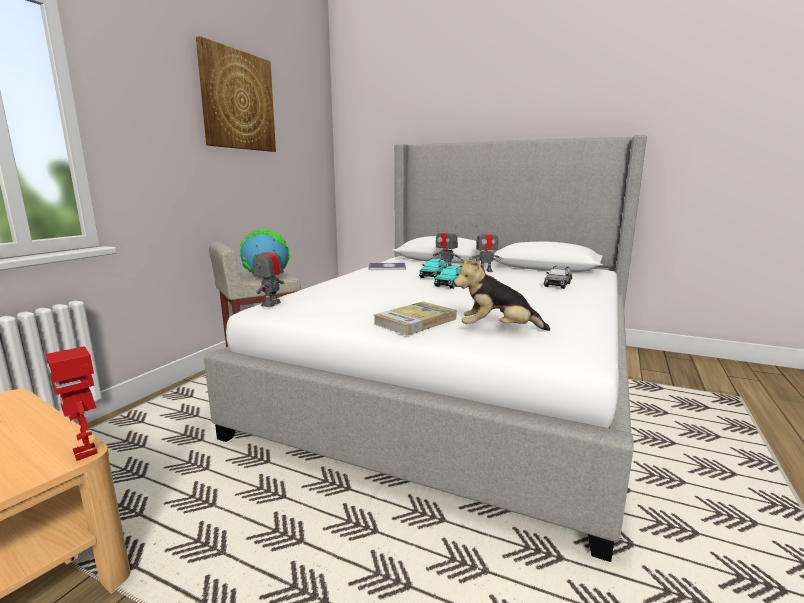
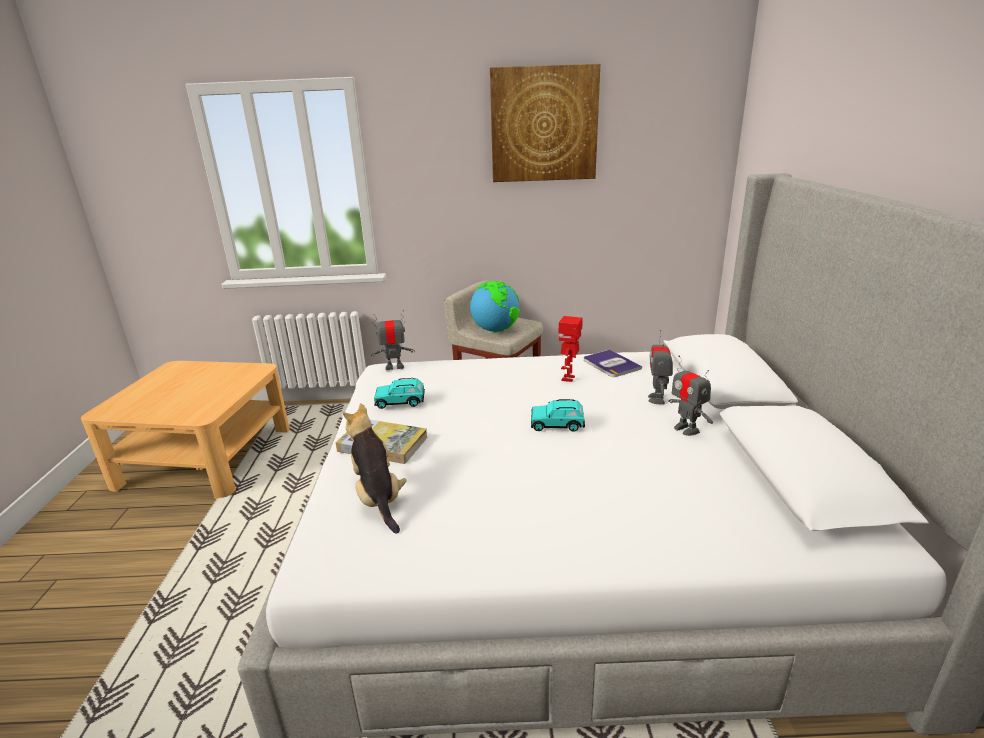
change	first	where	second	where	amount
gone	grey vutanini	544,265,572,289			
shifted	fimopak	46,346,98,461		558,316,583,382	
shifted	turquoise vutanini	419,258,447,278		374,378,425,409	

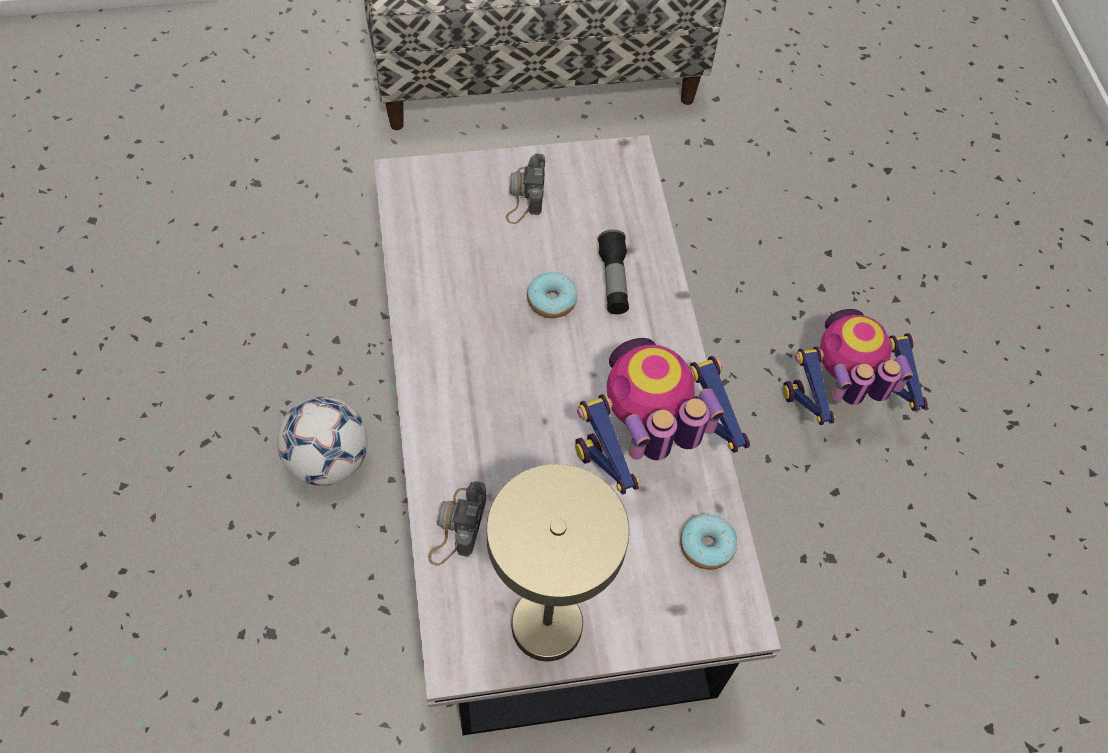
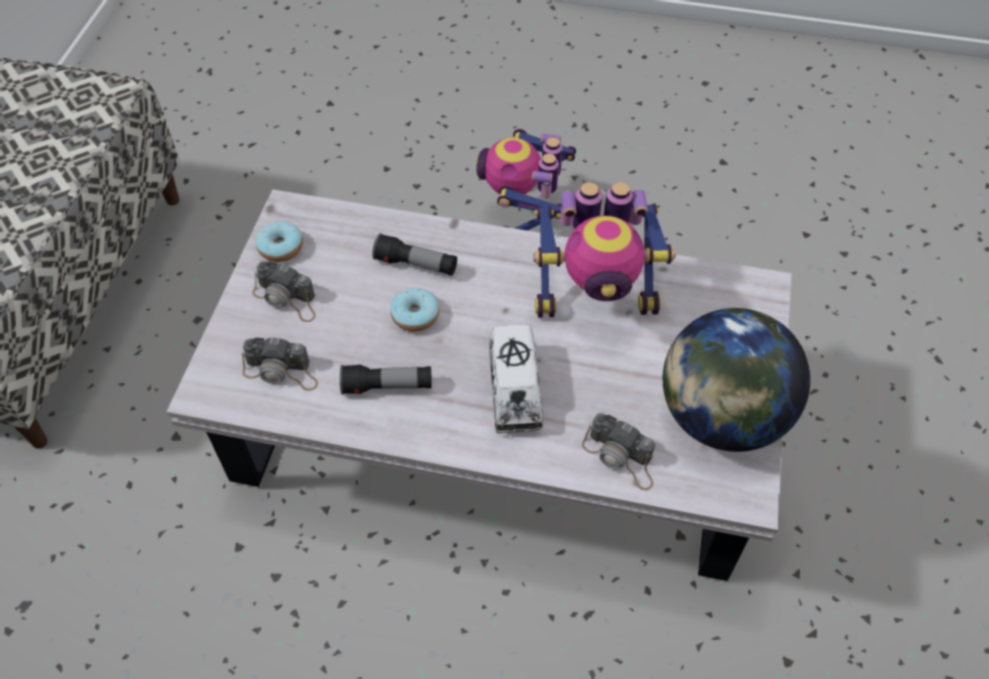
change	first	where	second	where	amount
gone	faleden	277,397,368,486			
new			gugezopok	242,337,318,391	
new			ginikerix	340,365,432,395	
new			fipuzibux	489,324,543,433	
shifted	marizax	680,514,737,570		256,221,303,262	
swapped	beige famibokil	487,464,629,661	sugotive	663,308,810,452	
rotated	fimopak	575,338,750,494		533,182,676,318	90 degrees counterclockwise

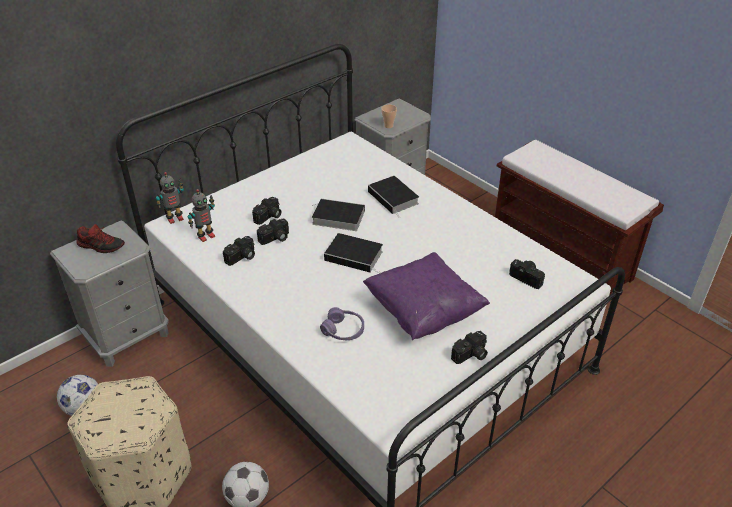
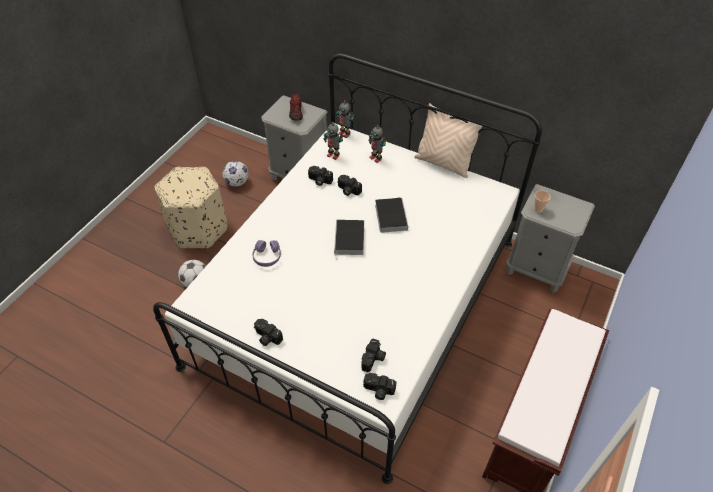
change	first	where	second	where	amount
gone	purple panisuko	363,252,490,340			
gone	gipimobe	368,176,419,218			
new			fimopak	368,125,386,163	
new			beige panisuko	414,103,483,178	
shifted	gugezopok	252,197,281,225		363,373,397,400	

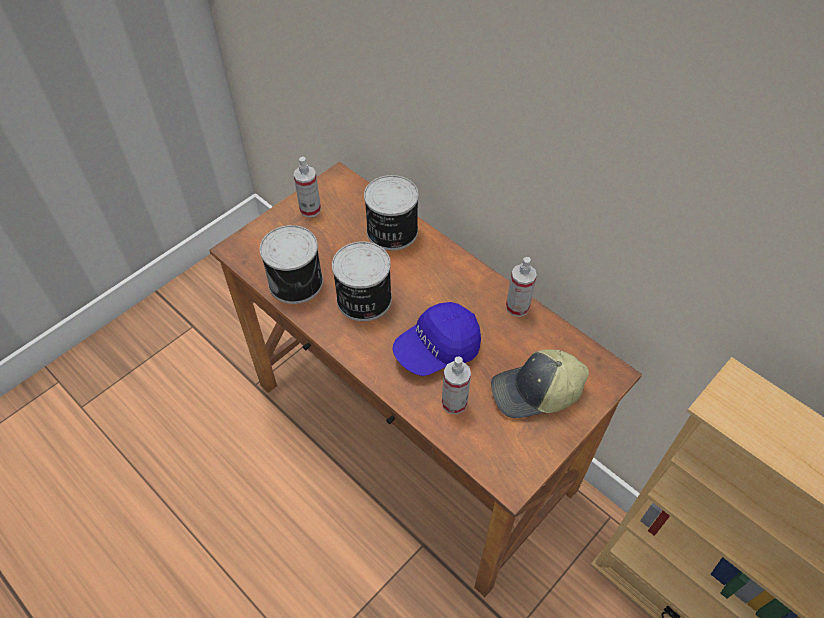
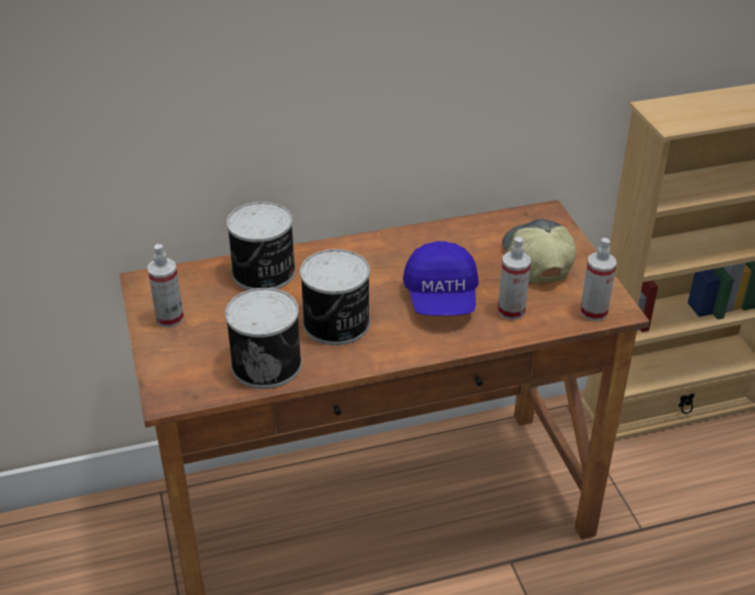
change	first	where	second	where	amount
shifted	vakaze	506,257,537,317		580,238,616,321	
rotated	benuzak	491,349,589,418		502,219,576,283	150 degrees clockwise

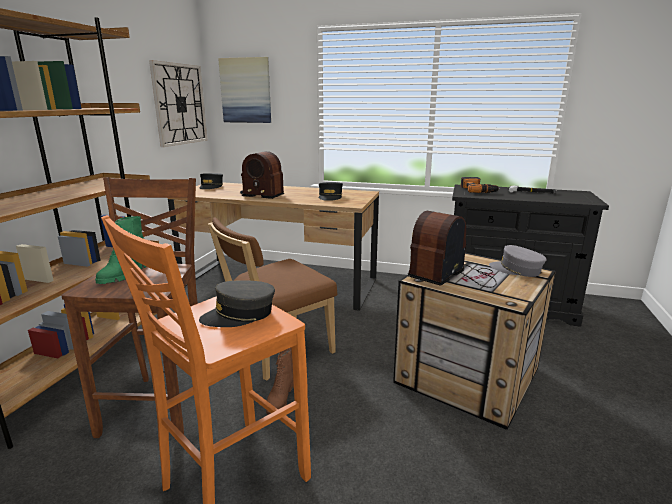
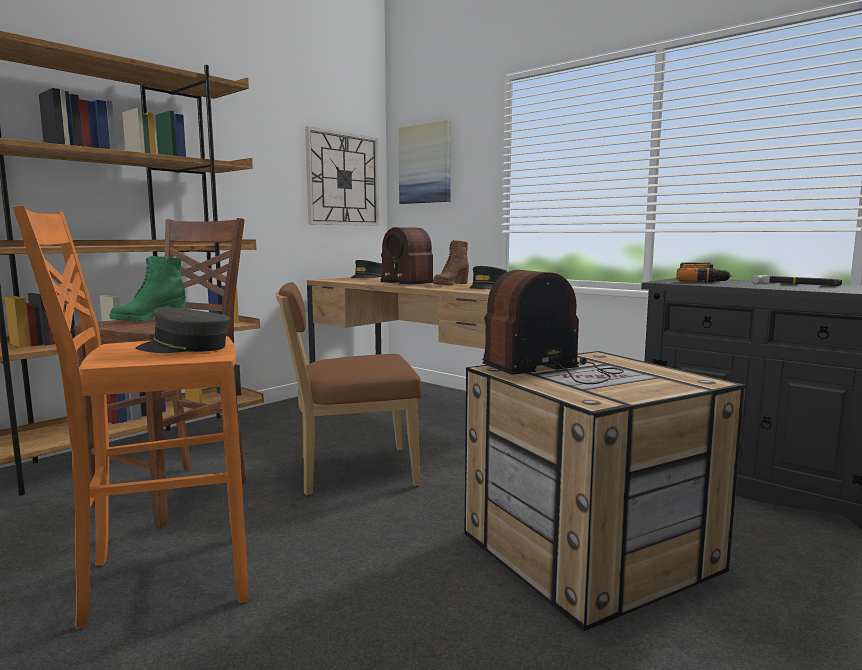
change	first	where	second	where	amount
gone	grey benuzak	489,245,547,277			
shifted	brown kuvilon	266,348,294,415		433,240,469,285	

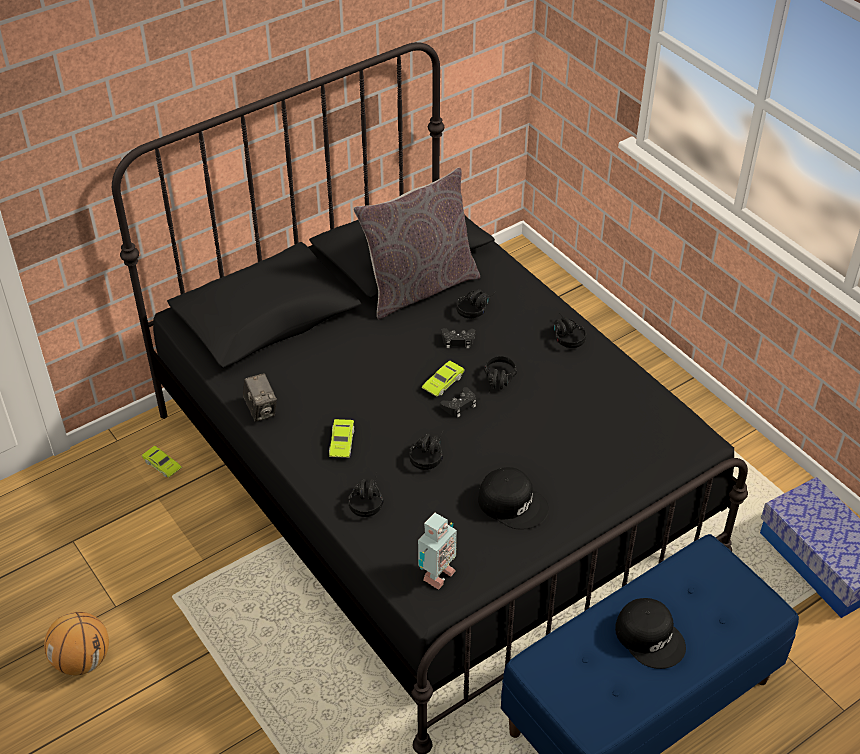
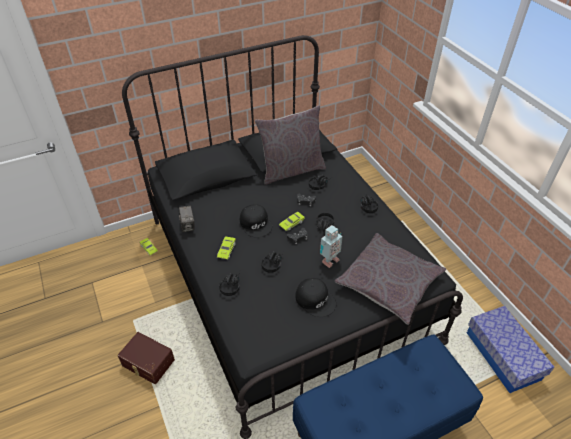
change	first	where	second	where	amount
gone	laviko	44,612,109,675			
new			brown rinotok	118,332,175,384	
new			grey panisuko	335,233,446,325	
shifted	fimopak	418,513,457,590		320,225,343,268	
shifted	black benuzak	615,598,686,669		240,204,272,238	

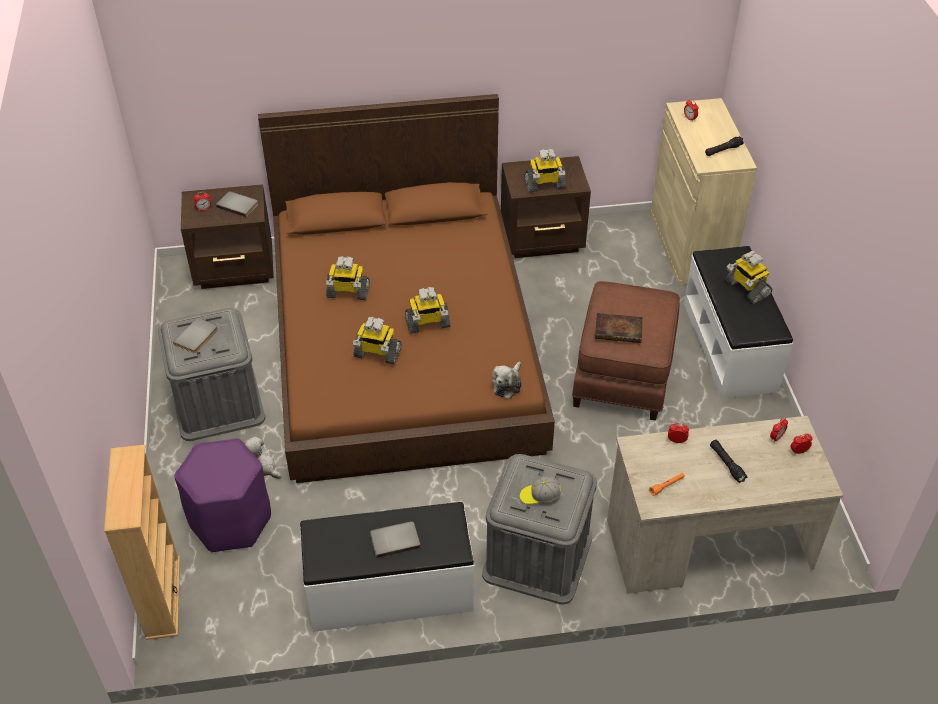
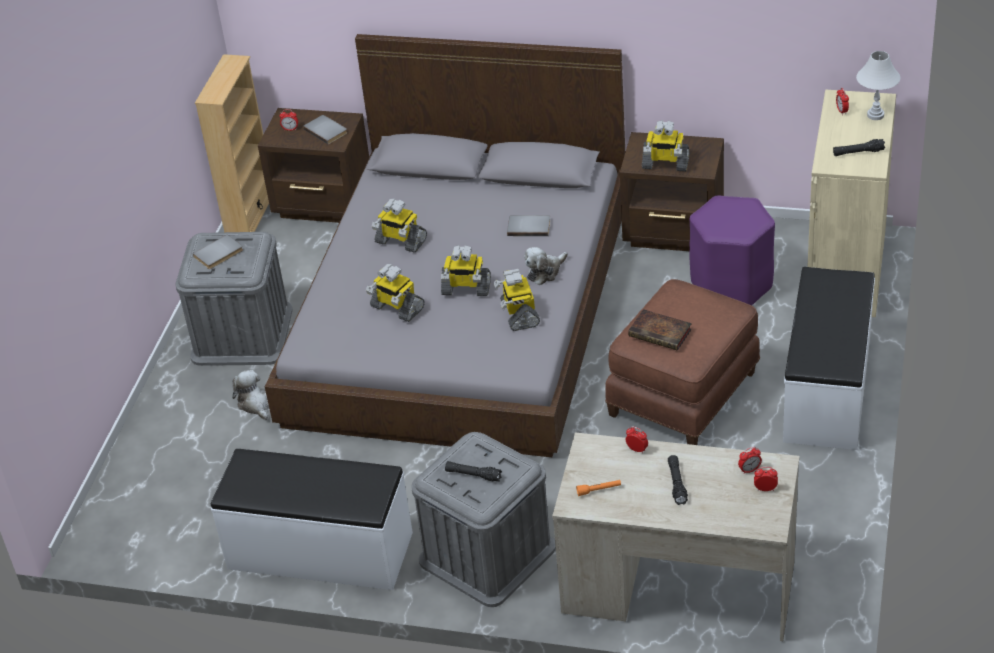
change	first	where	second	where	amount
new			white famibokil	856,51,900,120	
shifted	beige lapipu	104,445,180,640		195,54,269,232	
shifted	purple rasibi	174,438,271,552		689,196,775,306	
shifted	grey gipimobe	370,521,421,558		507,215,550,236	
shifted	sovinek	492,361,522,399		524,247,568,285	
shifted	fimopak	725,251,772,304		494,269,540,331	
swapped	benuzak	520,477,561,504	black ginikerix	445,461,502,482	
repainted	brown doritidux	258,94,555,483	grey doritidux	265,34,625,457	

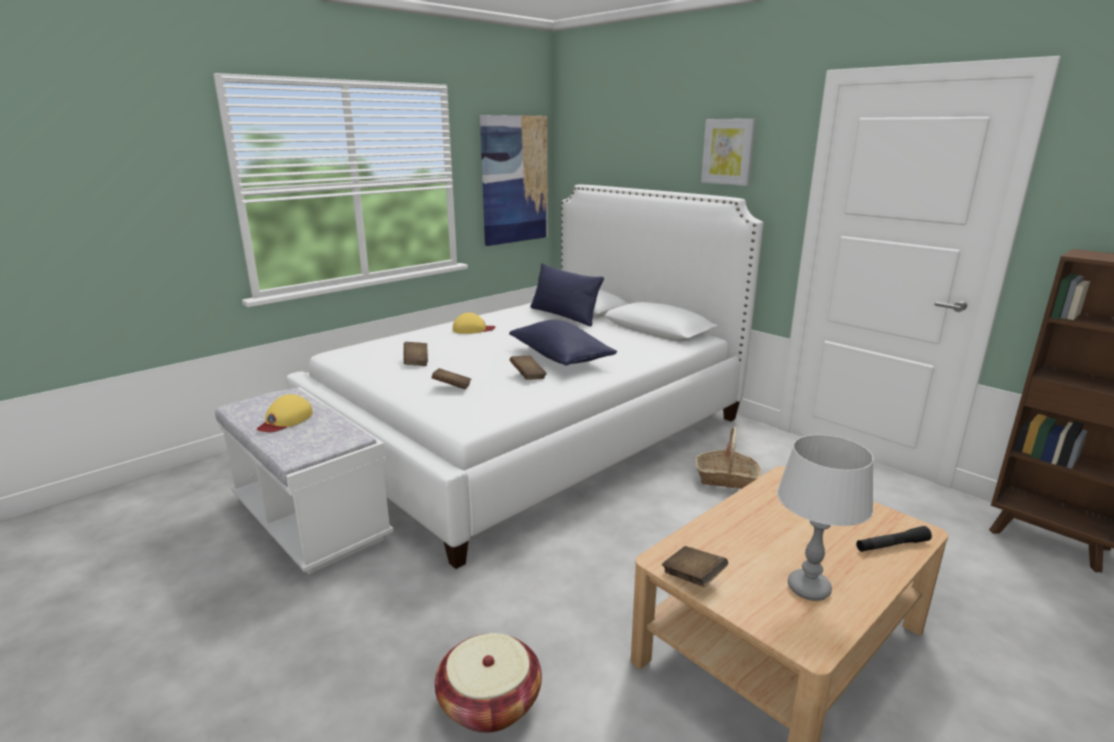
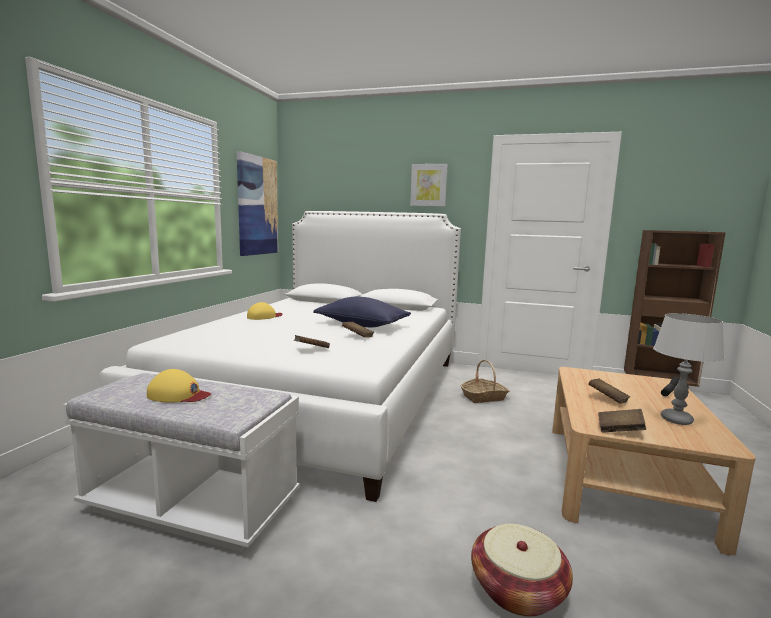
change	first	where	second	where	amount
gone	blue panisuko	530,263,604,327			
shifted	brown gipimobe	404,342,428,366		588,379,630,404	
rotated	yellow benuzak	257,394,313,432		147,369,211,403	75 degrees counterclockwise

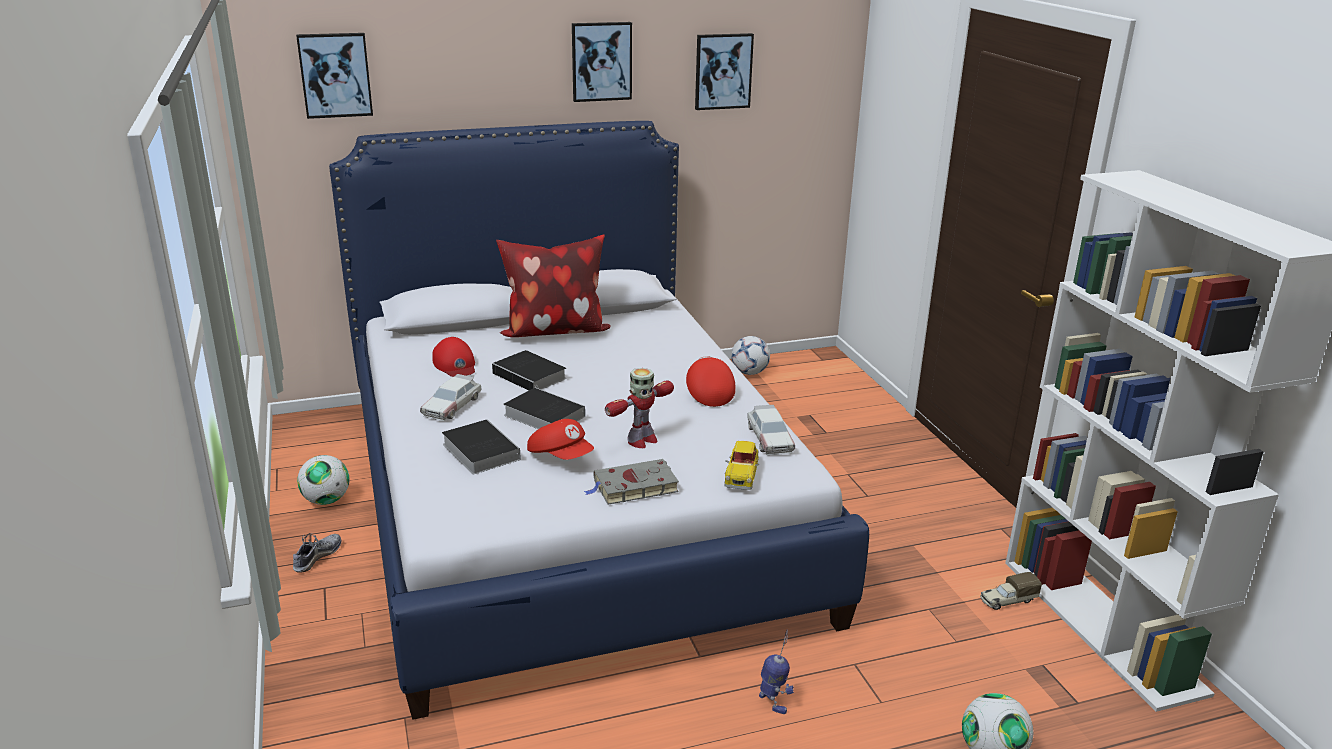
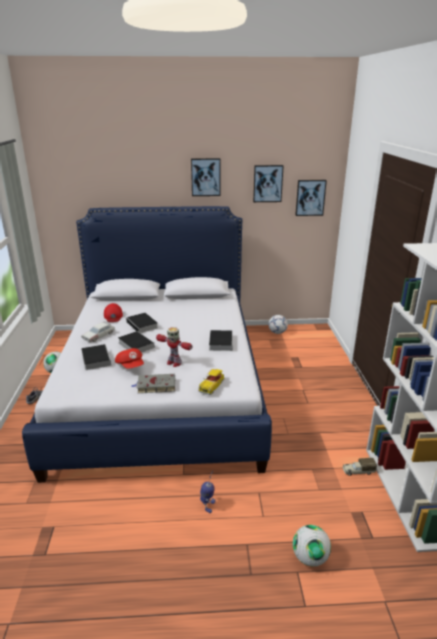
change	first	where	second	where	amount
gone	panisuko	496,235,611,337			
gone	vutanini	747,405,795,455			
shifted	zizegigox	296,33,373,119		295,180,327,216	
swapped	red benuzak	686,356,736,407	gipimobe	209,330,233,351	
rotated	fimopak	605,368,674,448		156,327,192,367	60 degrees clockwise

